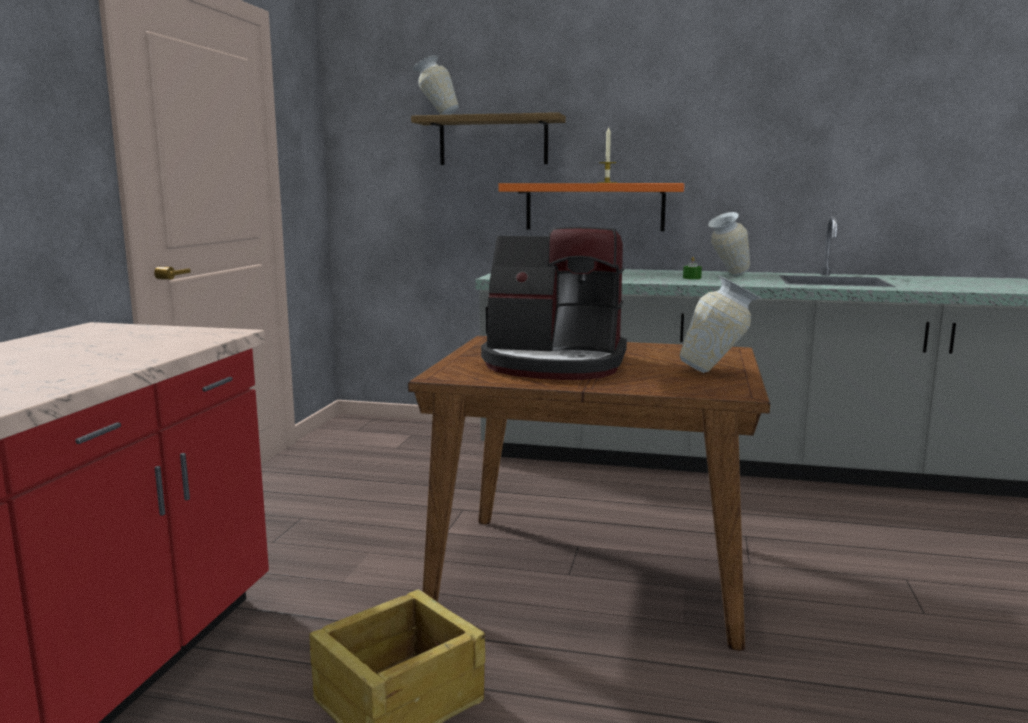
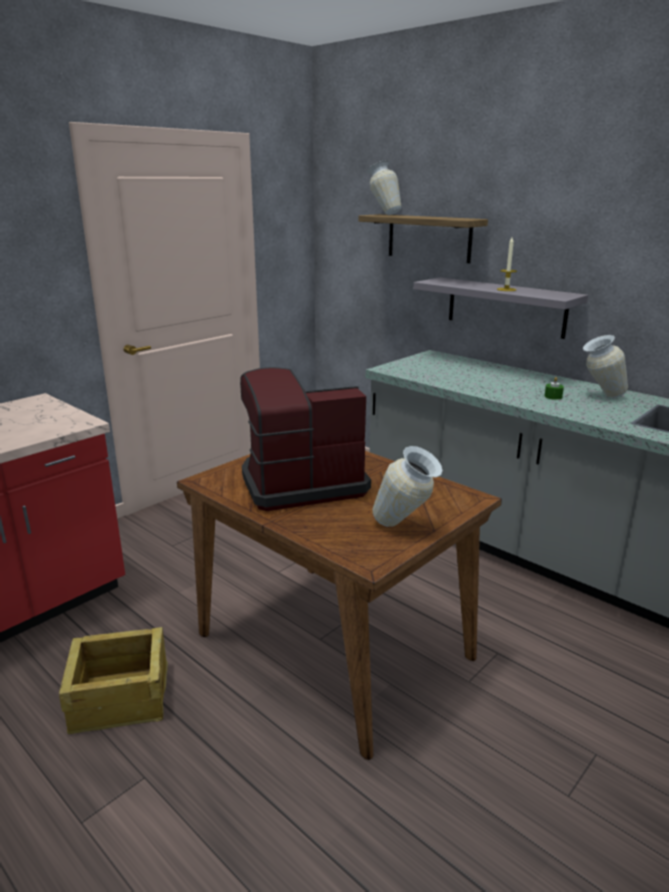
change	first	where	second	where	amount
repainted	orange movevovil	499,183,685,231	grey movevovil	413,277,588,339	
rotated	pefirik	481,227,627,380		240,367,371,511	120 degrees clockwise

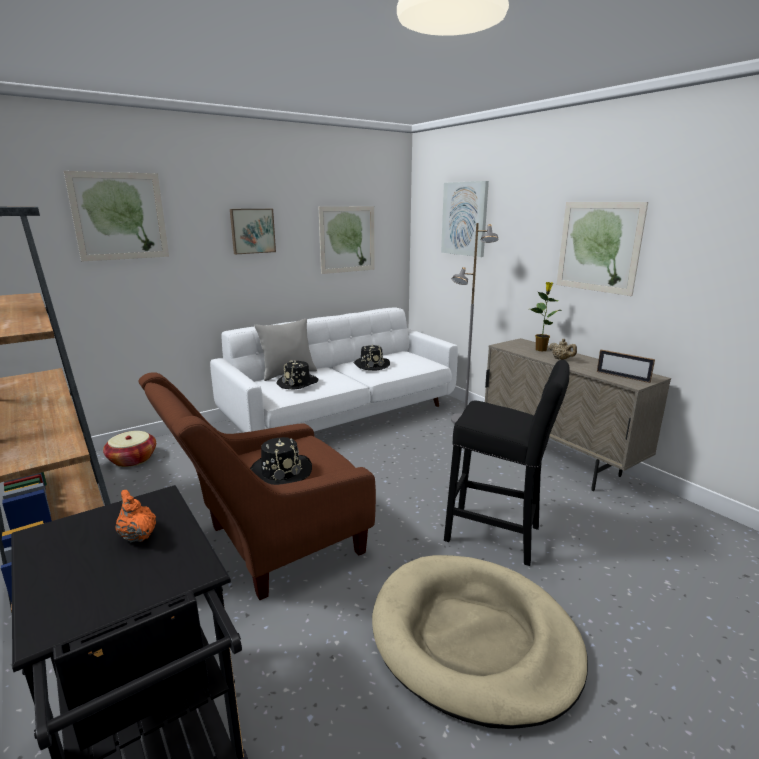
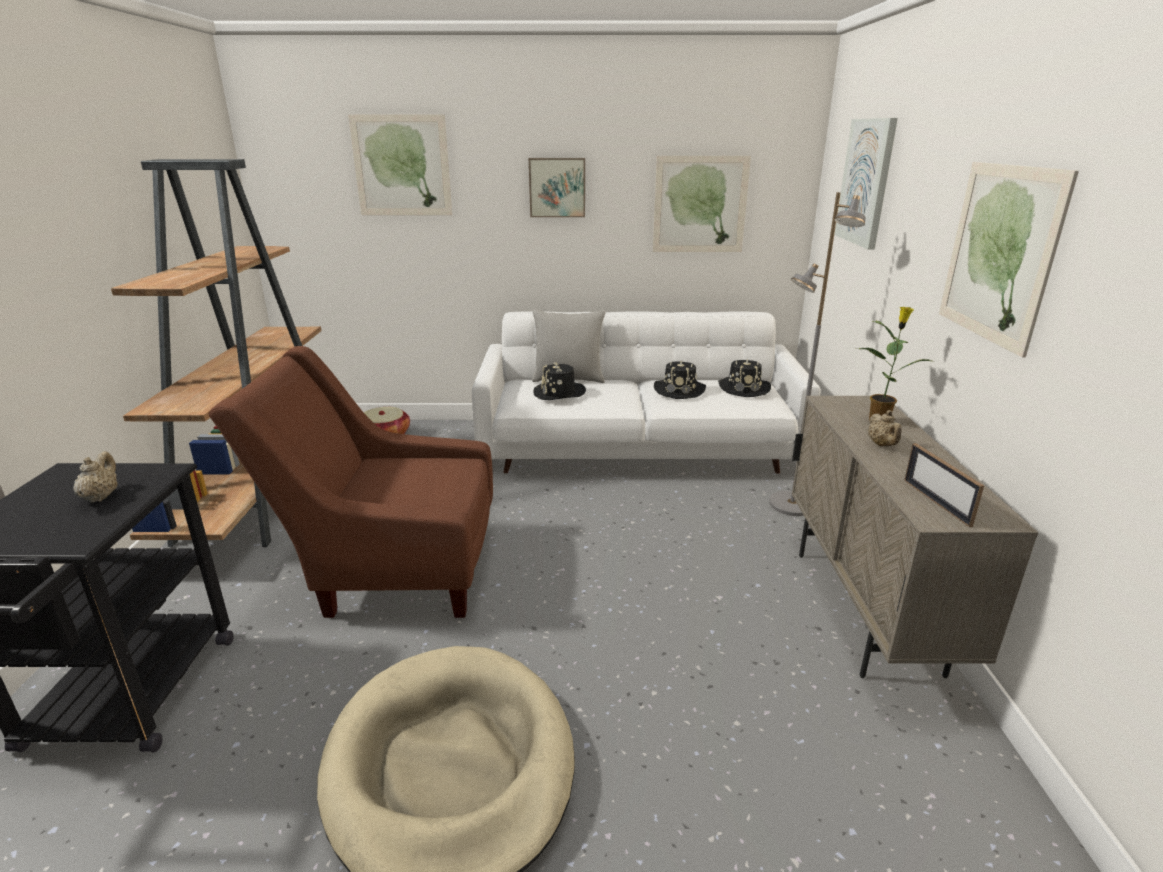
change	first	where	second	where	amount
gone	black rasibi	444,360,570,566			
shifted	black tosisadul	250,437,312,485		718,359,771,397	
repainted	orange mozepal	116,490,156,542	beige mozepal	73,451,118,502	

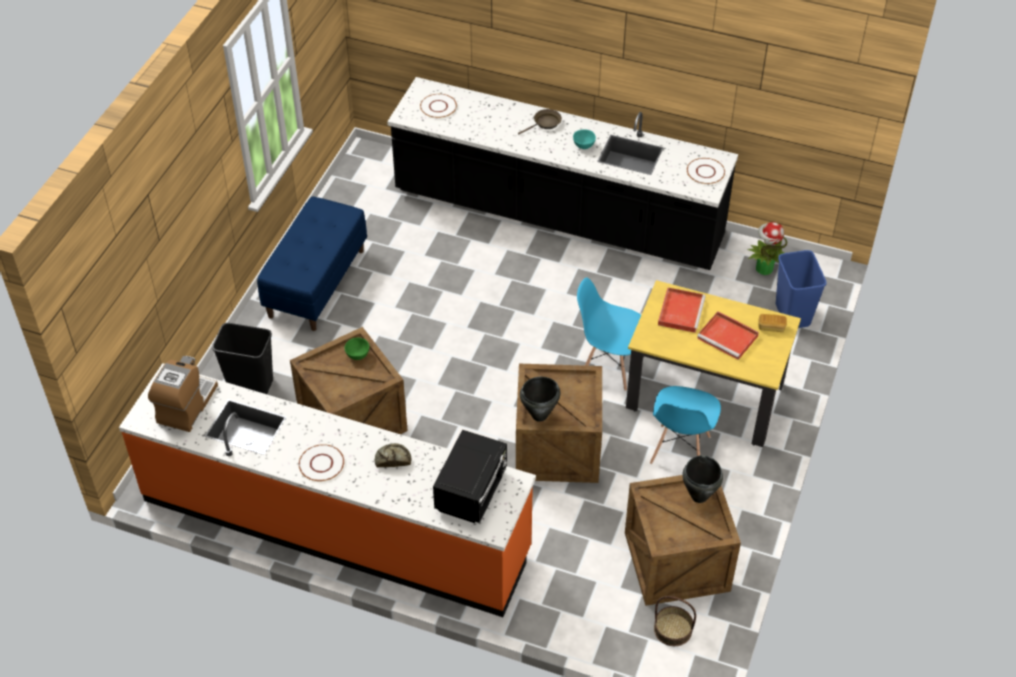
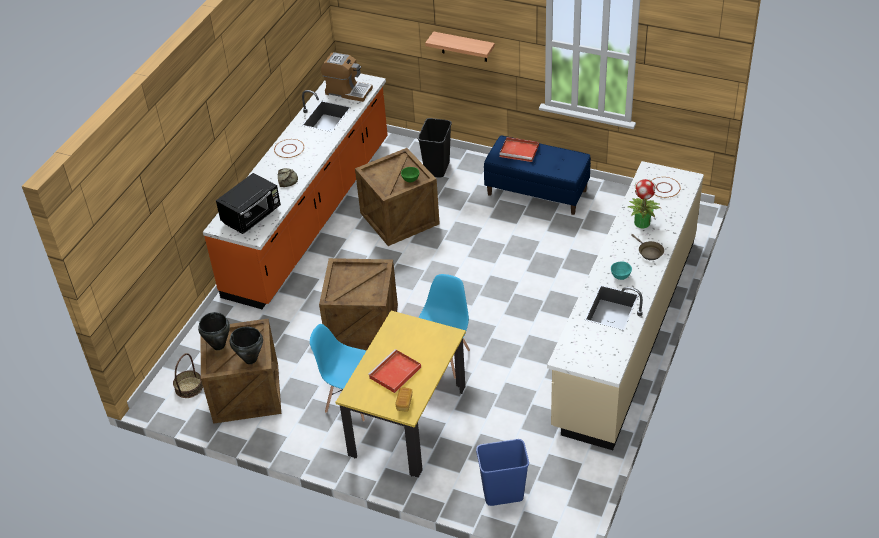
change	first	where	second	where	amount
gone	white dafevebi	687,158,725,184			
new			movevovil	425,31,495,62	
shifted	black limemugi	520,377,560,422		198,312,230,350	
shifted	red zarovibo	658,288,706,333		499,137,539,162	
shifted	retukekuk	748,222,787,275		628,179,661,228	
repainted	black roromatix	387,77,738,270	beige roromatix	547,161,704,450	
rotated	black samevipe	433,430,507,523		216,173,281,234	75 degrees counterclockwise

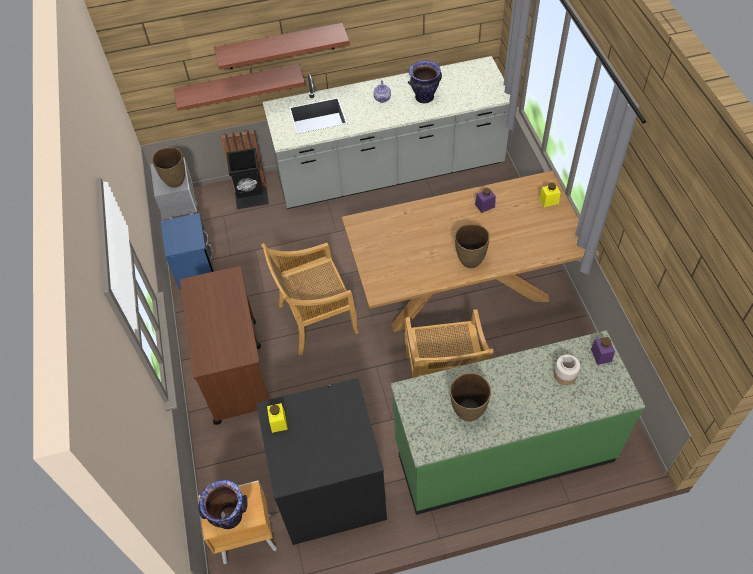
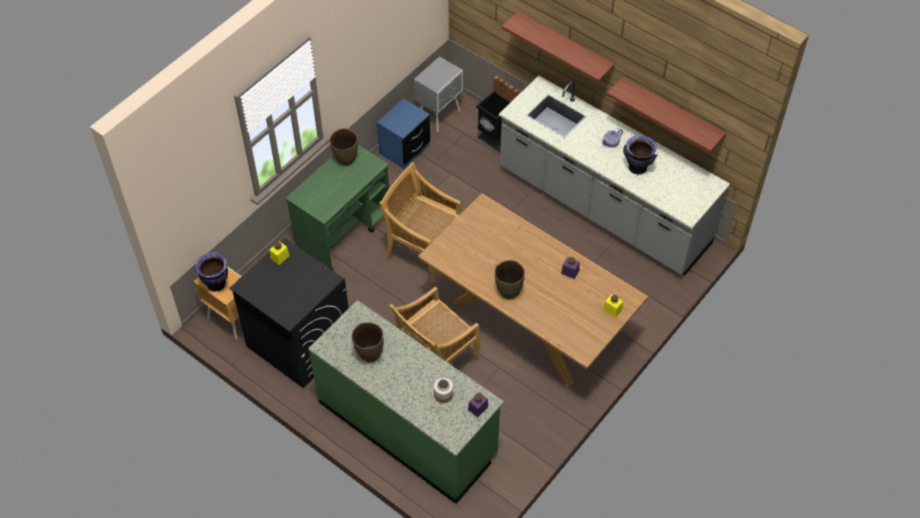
change	first	where	second	where	amount
shifted	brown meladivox	152,147,185,188		329,128,358,166	
shifted	movevovil	174,64,305,111		607,77,726,153	
repainted	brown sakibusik	180,266,270,425	green sakibusik	286,145,389,271	

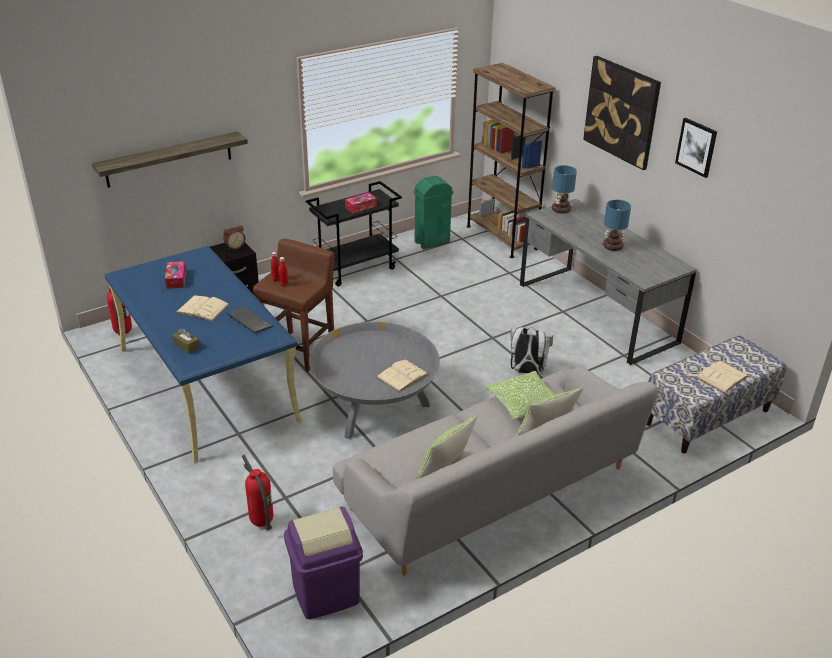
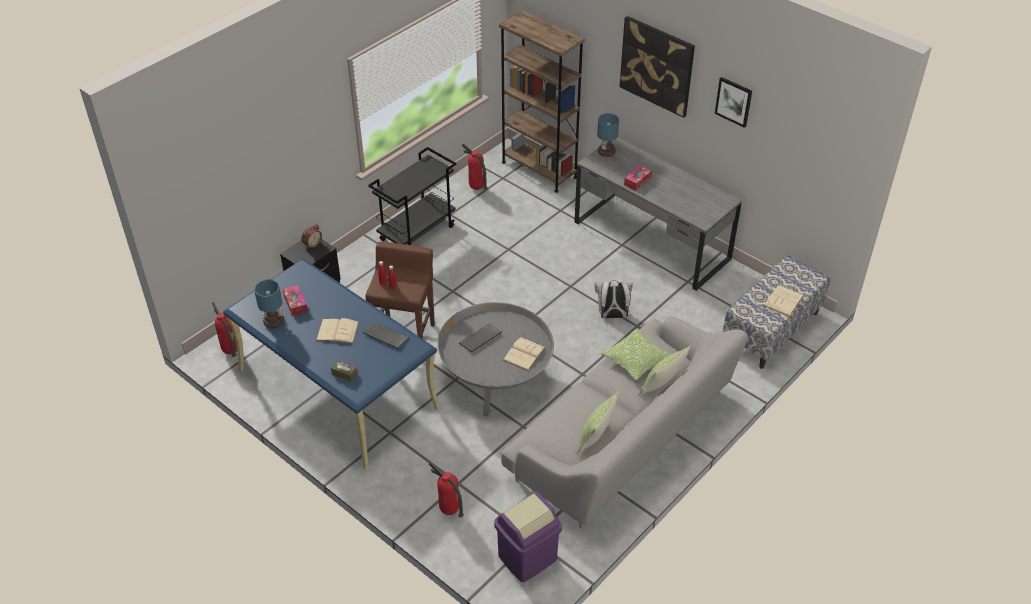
change	first	where	second	where	amount
gone	movevovil	92,131,248,188			
new			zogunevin	459,323,502,353	
shifted	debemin	345,192,377,214		624,165,652,191	
shifted	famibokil	603,200,631,251		254,279,285,329	
swapped	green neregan	413,176,454,249	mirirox	462,144,487,190	

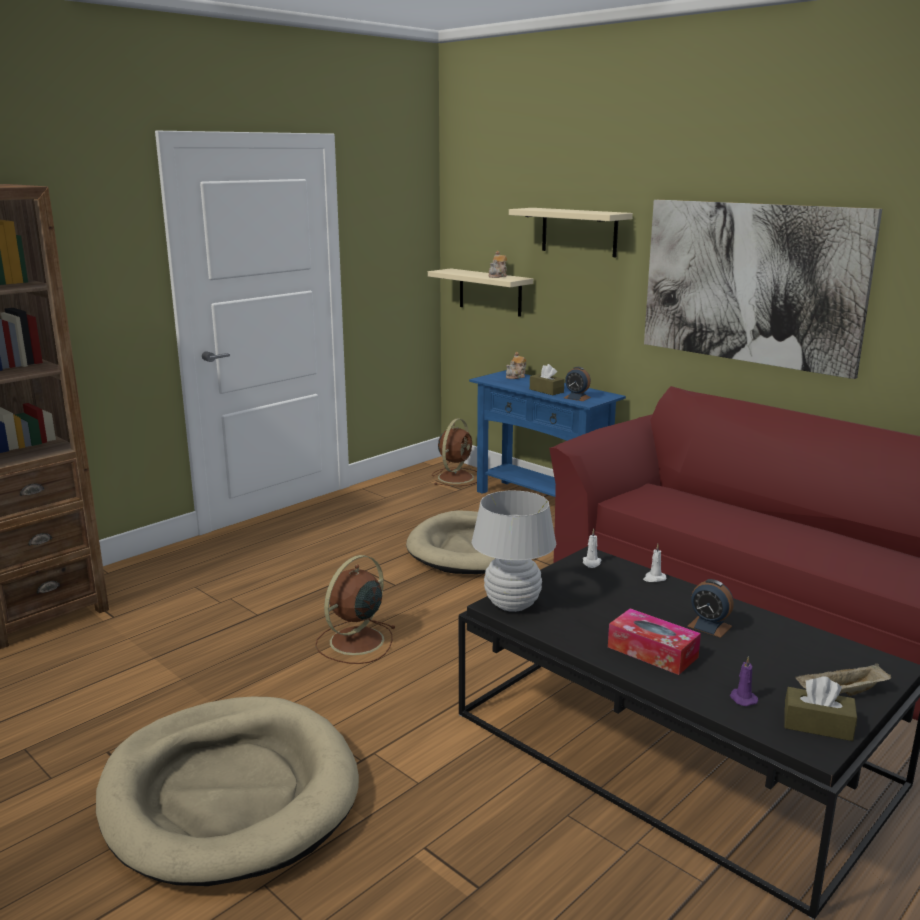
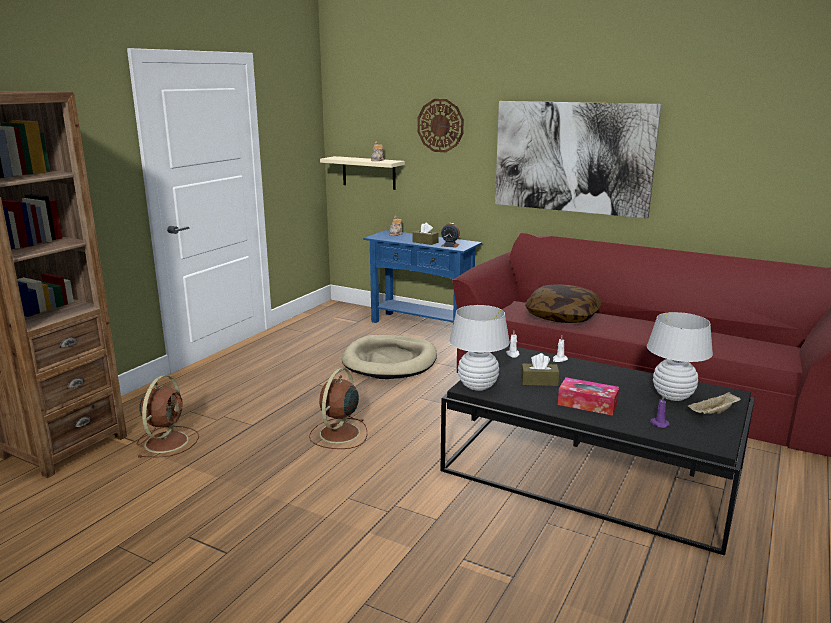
change	first	where	second	where	amount
gone	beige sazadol	96,697,359,886			
gone	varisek	687,579,734,638			
new			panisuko	525,284,601,323	
new			white famibokil	647,312,713,401	
shifted	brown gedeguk	432,418,477,486		137,375,199,458	
shifted	brown debemin	784,676,857,741		521,353,559,386	
swapped	beige movevovil	509,208,633,258	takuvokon	417,99,464,152	

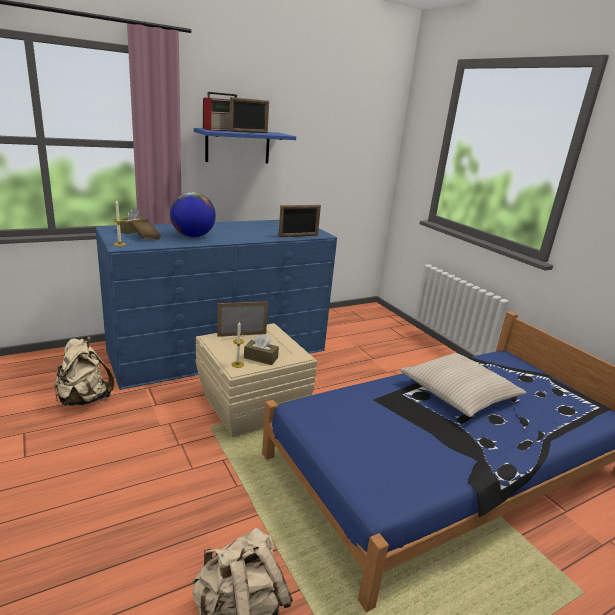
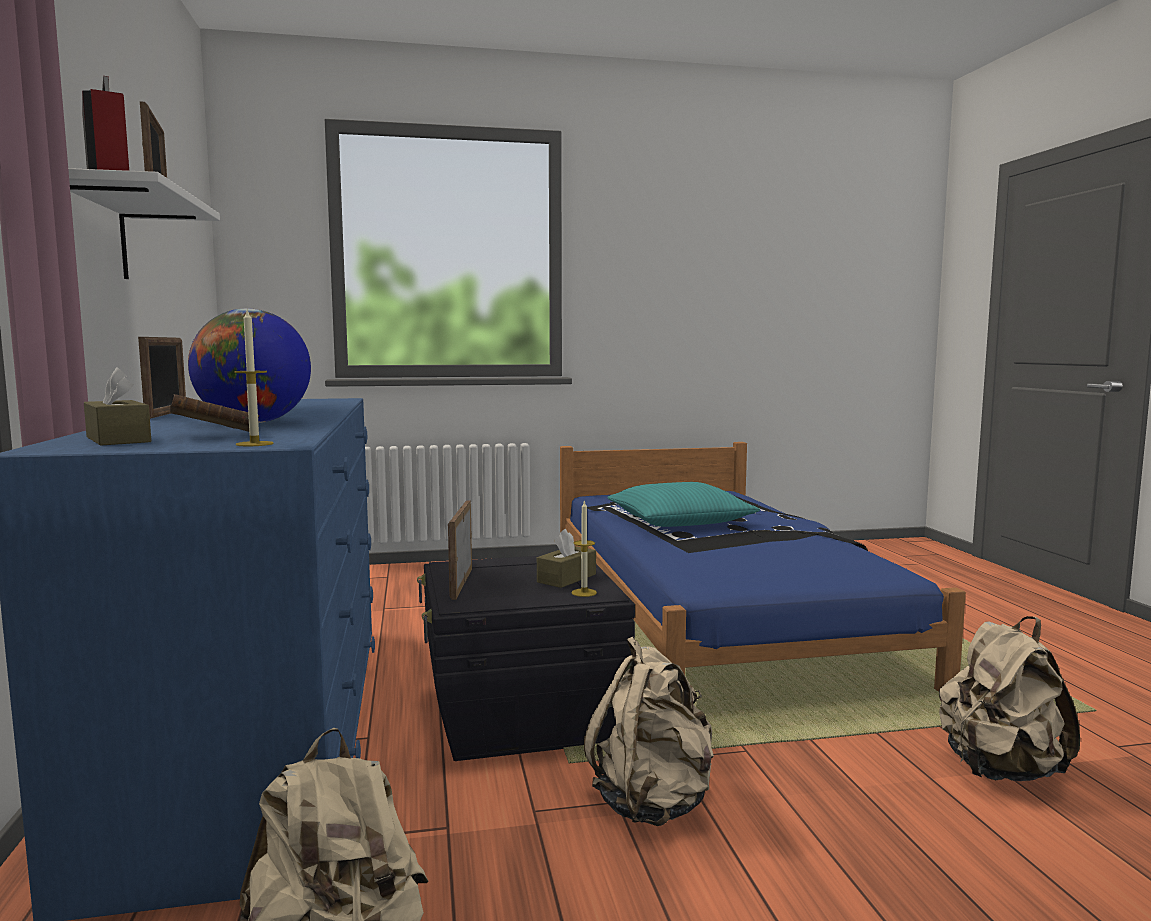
change	first	where	second	where	amount
new			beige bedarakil	584,637,714,826	
shifted	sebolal	278,205,321,237		138,337,186,419	
repainted	blue movevovil	194,128,296,163	white movevovil	68,168,220,279	
repainted	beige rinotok	196,323,317,437	black rinotok	417,556,635,761	
repainted	beige panisuko	400,353,527,417	turquoise panisuko	607,482,760,527	

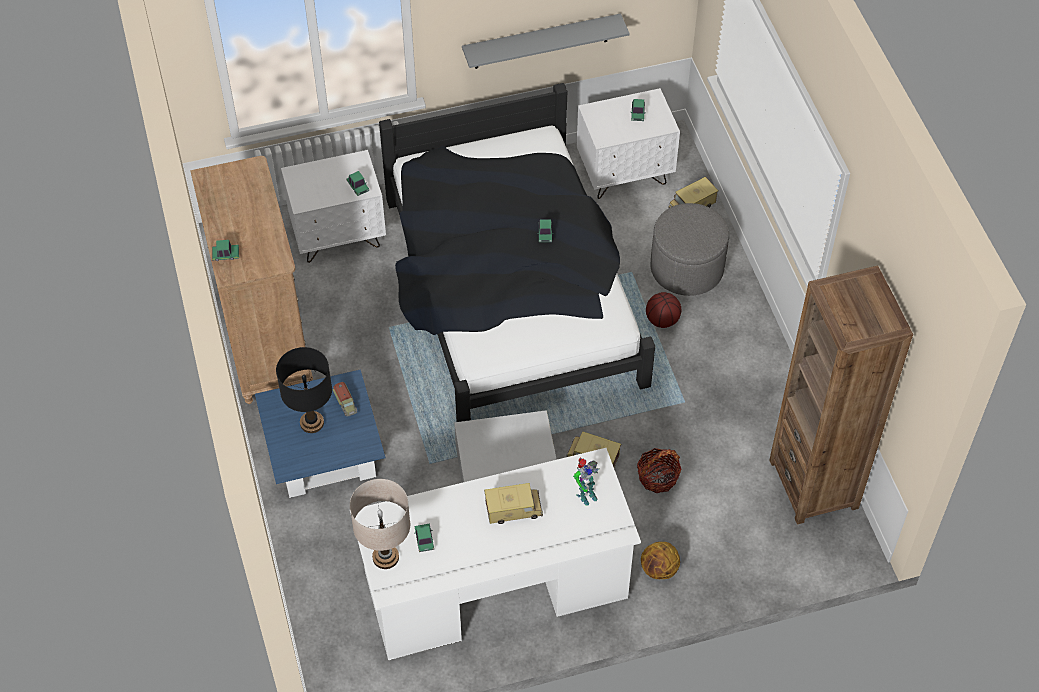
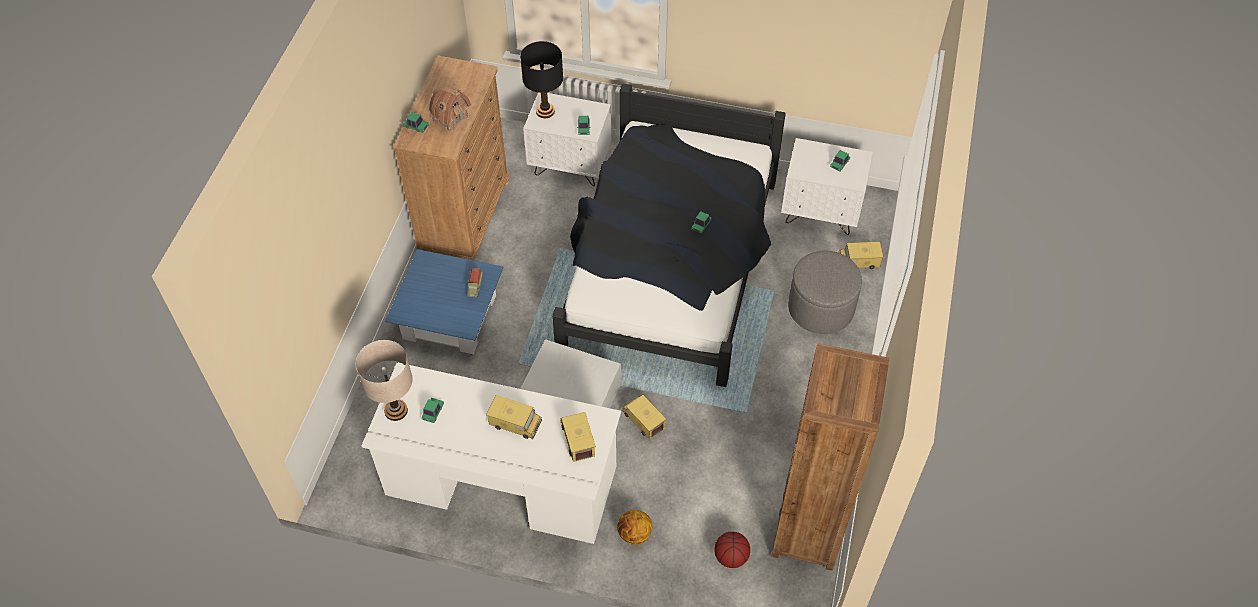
change	first	where	second	where	amount
gone	grey movevovil	462,14,630,69			
gone	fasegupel	637,448,682,493			
new			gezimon	429,87,471,132	
shifted	black famibokil	276,347,332,433		520,41,563,118	
shifted	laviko	646,292,681,328		715,532,750,568	
swapped	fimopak	573,458,599,506	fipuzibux	561,412,596,462	

